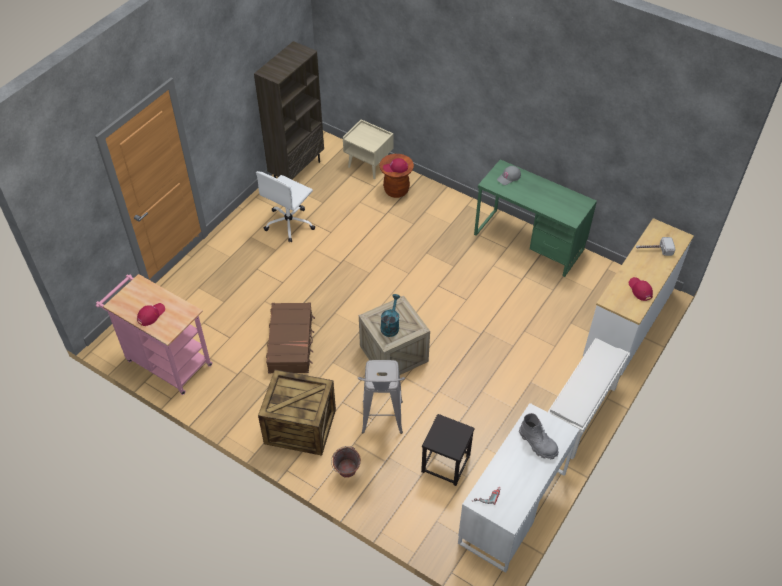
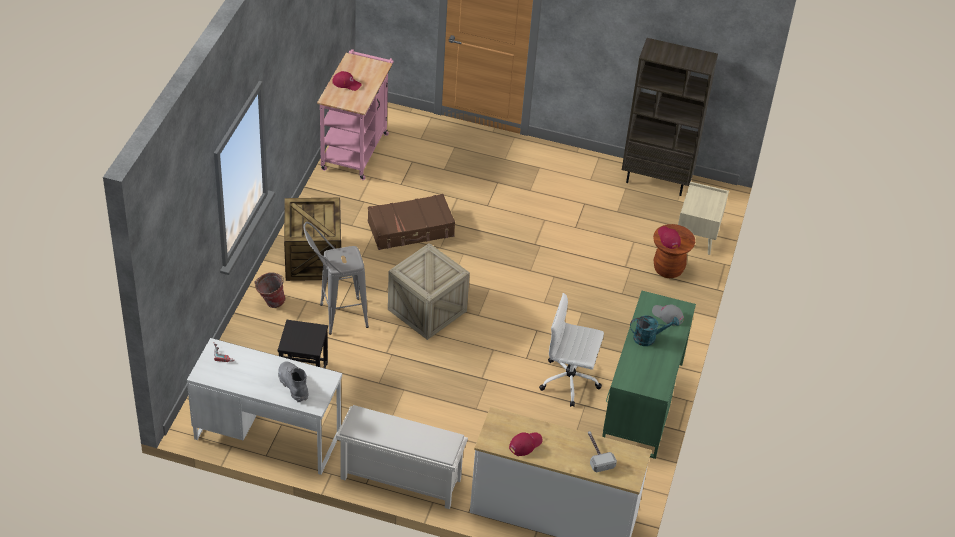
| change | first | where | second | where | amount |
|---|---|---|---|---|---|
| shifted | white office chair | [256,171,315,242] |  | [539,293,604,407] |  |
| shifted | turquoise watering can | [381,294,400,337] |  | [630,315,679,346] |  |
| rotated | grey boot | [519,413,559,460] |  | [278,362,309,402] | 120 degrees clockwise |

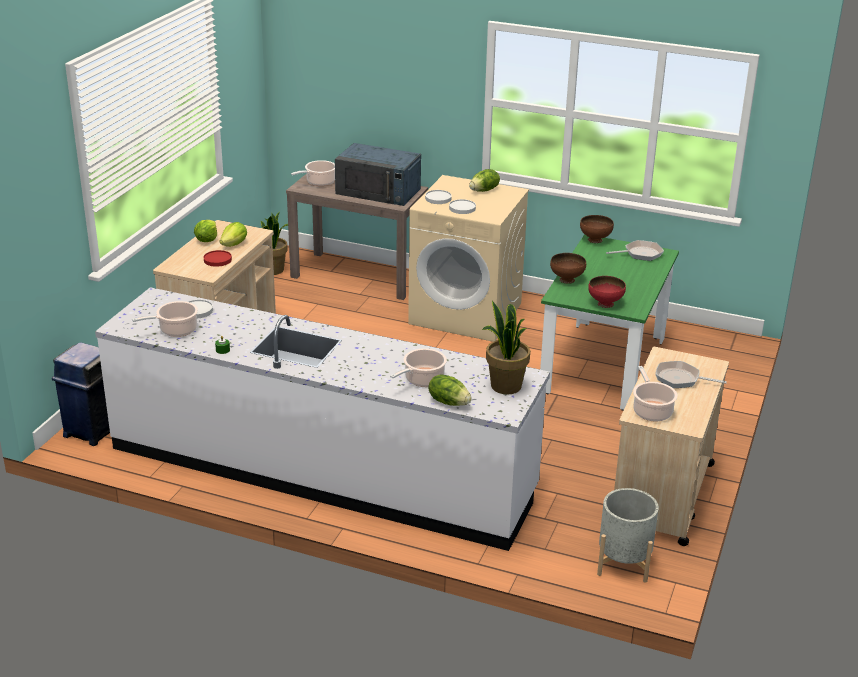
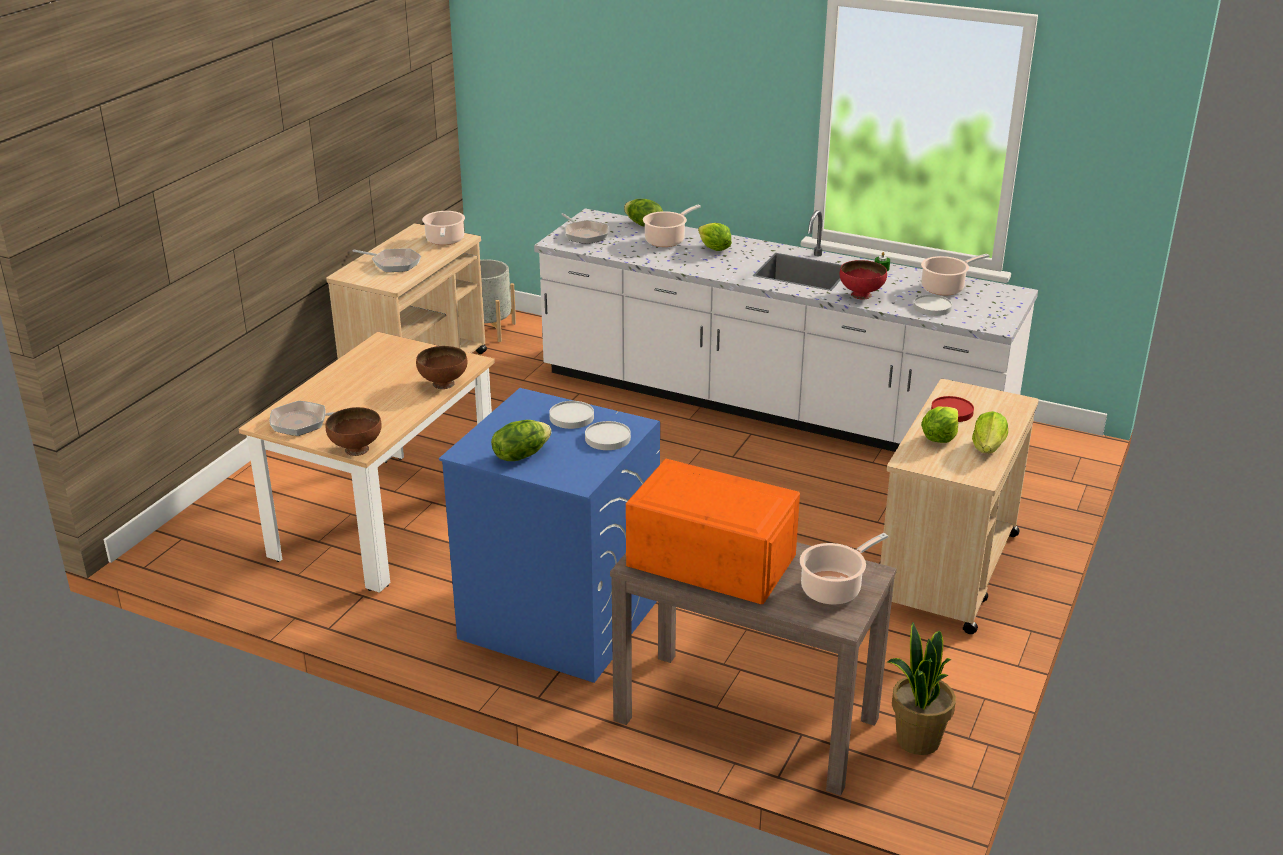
| change | first | where | second | where | amount |
|---|---|---|---|---|---|
| gone | blue trash can | [52,342,110,446] |  |  |  |
| new |  |  | lettuce | [698,223,732,251] |  |
| shifted | red bowl | [588,276,626,308] |  | [840,260,887,299] |  |
| swapped | potted plant | [482,301,530,394] | frying pan | [561,213,609,244] |  |
| repainted | blue microwave | [335,143,421,206] | orange microwave | [626,459,800,604] |  |
| repainted | beige washing machine | [408,175,529,342] | blue washing machine | [439,388,660,683] |  |
| repainted | green dining table | [540,234,679,411] | beige dining table | [239,332,495,593] |  |

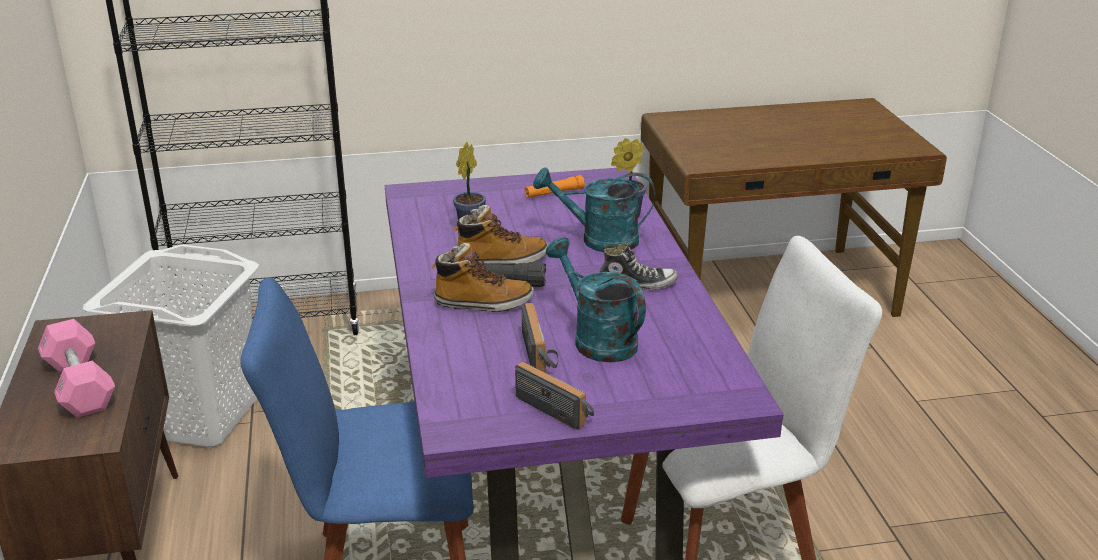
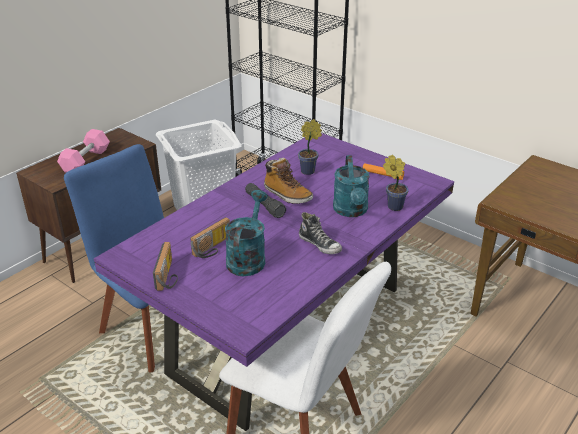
| change | first | where | second | where | amount |
|---|---|---|---|---|---|
| gone | boot | [431,243,534,312] |  |  |  |
| rotated | turquoise watering can | [533,167,655,252] |  | [333,155,370,217] | 150 degrees counterclockwise |

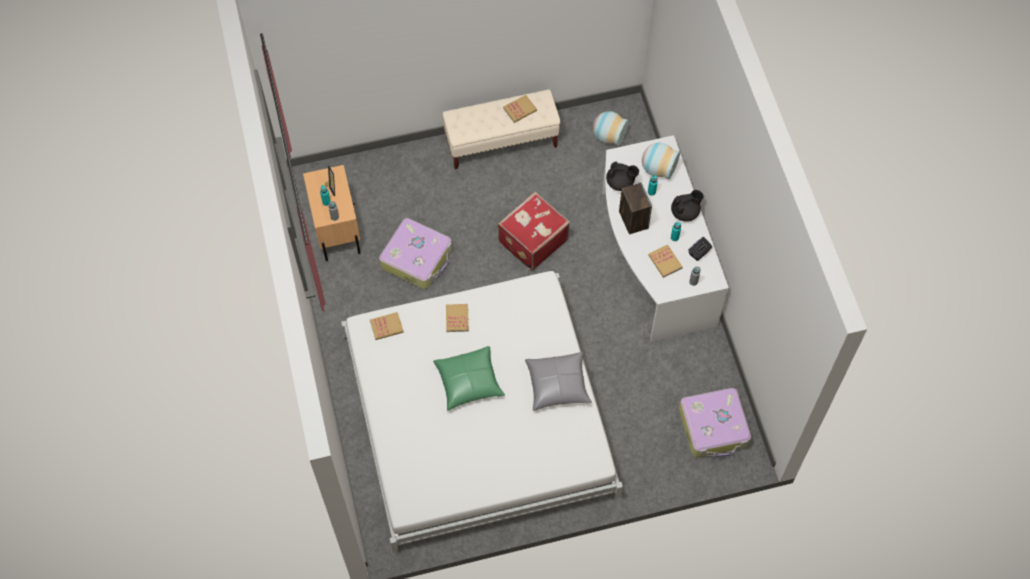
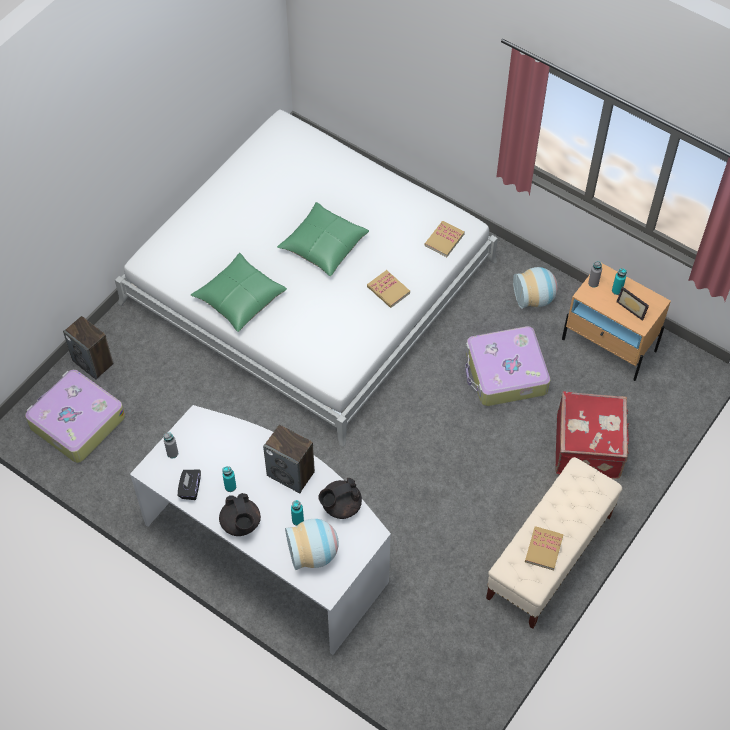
| change | first | where | second | where | amount |
|---|---|---|---|---|---|
| gone | book | [648,244,683,278] |  |  |  |
| new |  |  | speaker | [63,316,114,380] |  |
| shifted | red suitcase | [497,192,570,271] |  | [556,391,629,479] |  |
| shifted | vase | [593,111,629,146] |  | [513,267,558,309] |  |
| repainted | grey pillow | [525,352,592,411] | green pillow | [191,253,287,332] |  |
| rotated | black teapot | [671,190,704,222] |  | [219,493,261,536] | 45 degrees counterclockwise |

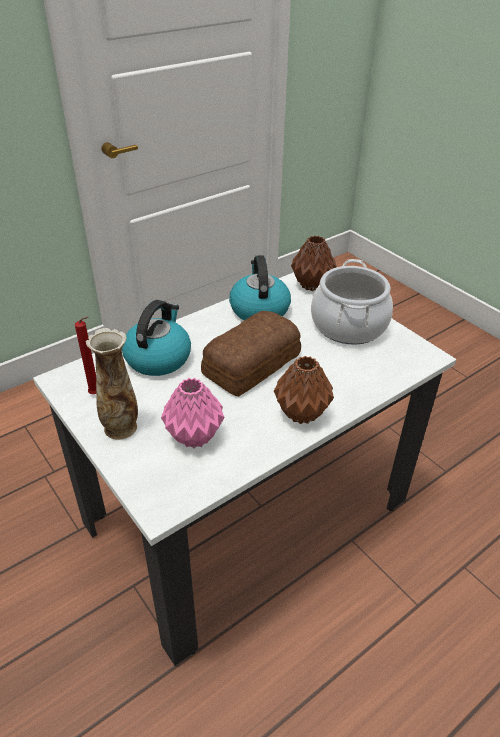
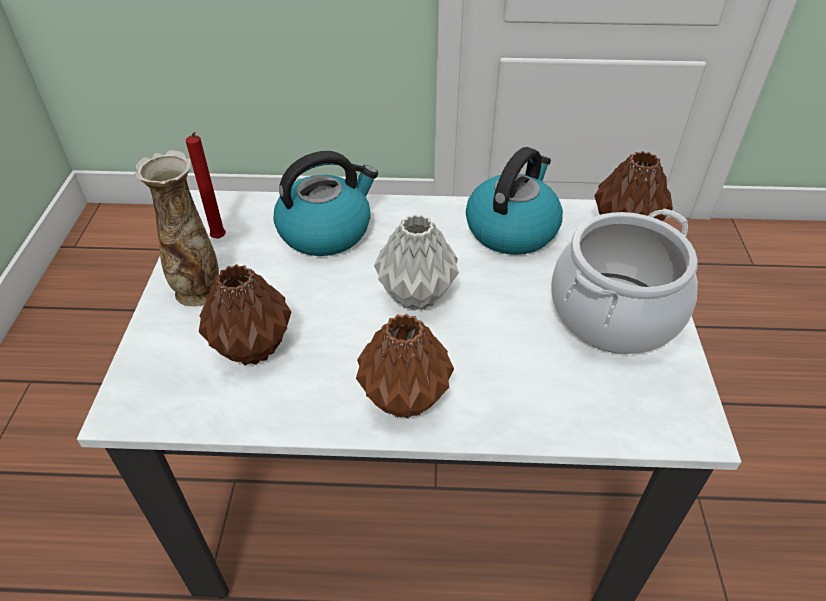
| change | first | where | second | where | amount |
|---|---|---|---|---|---|
| swapped | bread | [201,311,301,397] | grey vase | [374,214,459,311] |  |
| repainted | pink vase | [161,378,224,448] | brown vase | [199,264,291,365] |  |

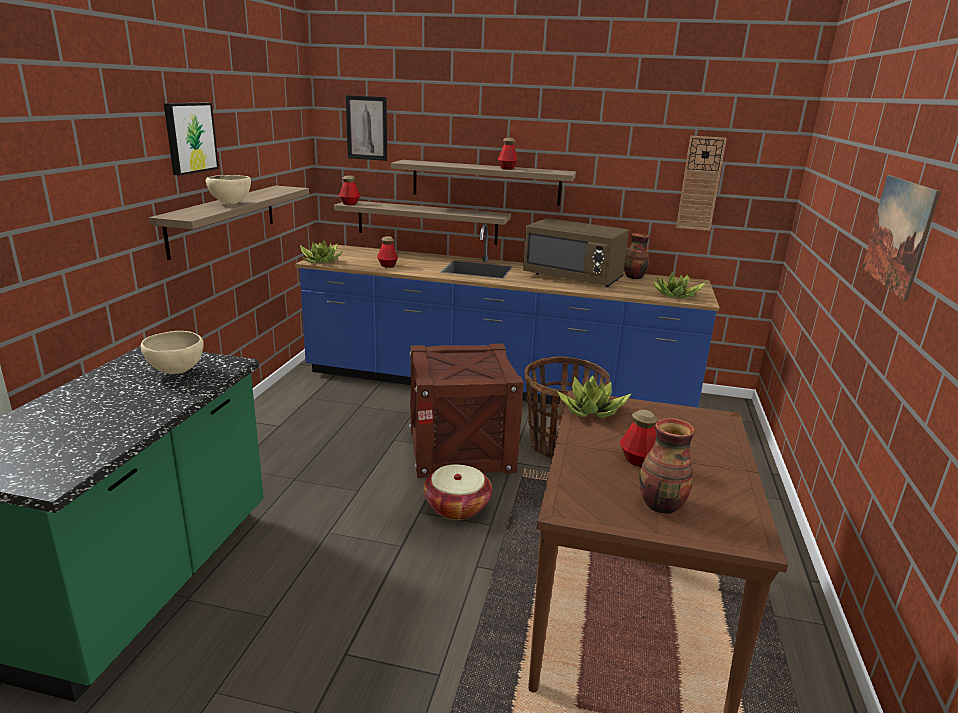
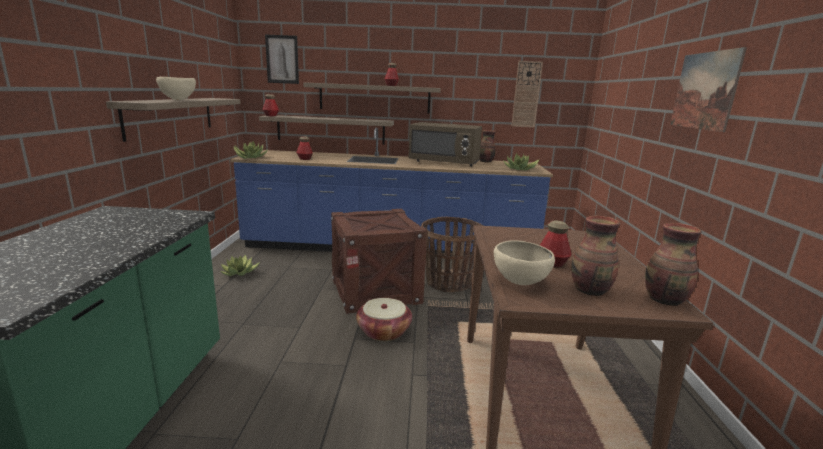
| change | first | where | second | where | amount |
|---|---|---|---|---|---|
| gone | picture | [164,103,219,176] |  |  |  |
| new |  |  | vase | [645,223,702,306] |  |
| shifted | beige bowl | [141,331,204,374] |  | [494,241,555,285] |  |
| shifted | potted plant | [557,375,632,418] |  | [220,255,260,276] |  |

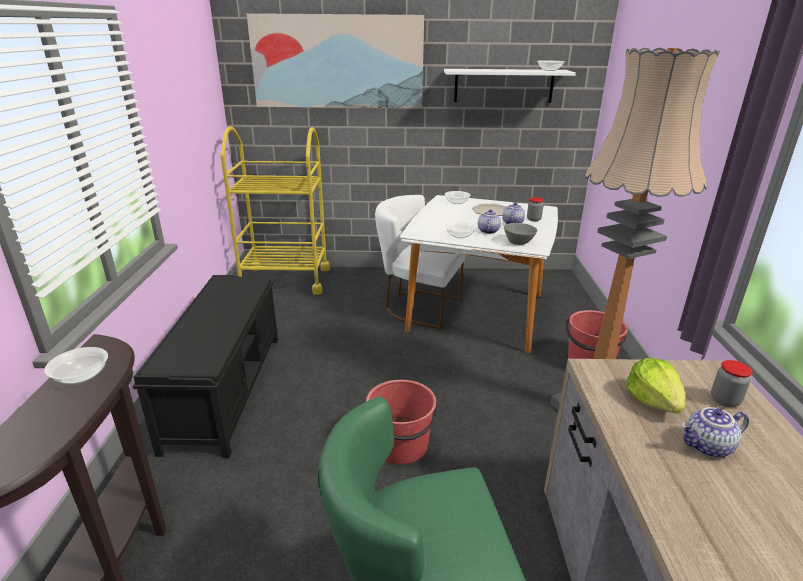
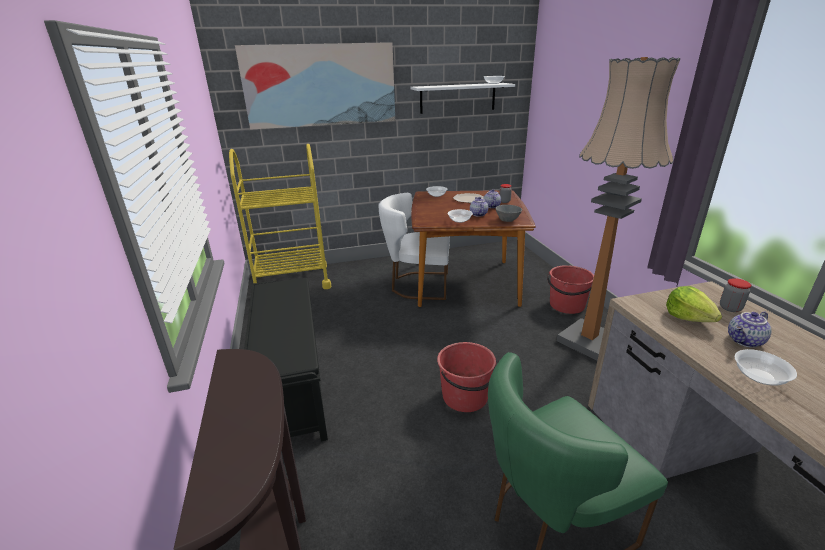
| change | first | where | second | where | amount |
|---|---|---|---|---|---|
| shifted | bowl | [44,347,108,384] |  | [734,349,797,386] |  |
| repainted | white dining table | [399,195,558,353] | brown dining table | [411,190,536,307] |  |

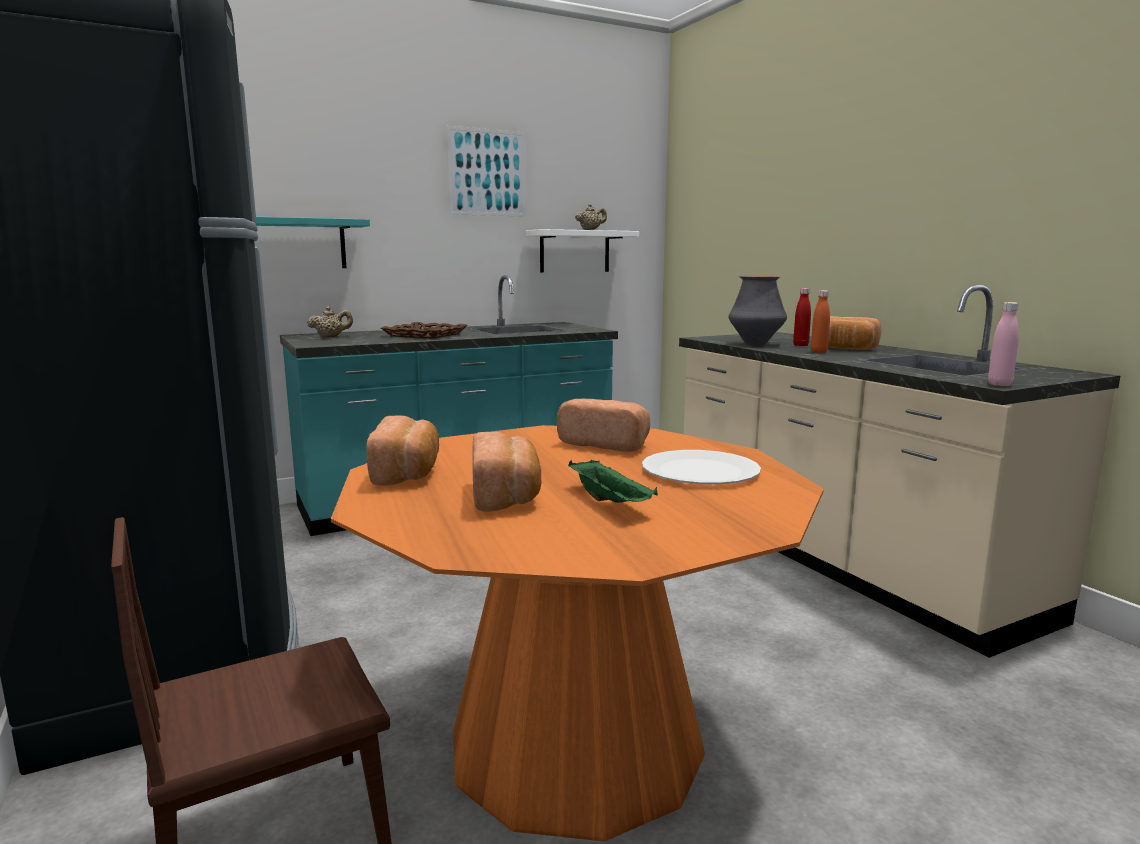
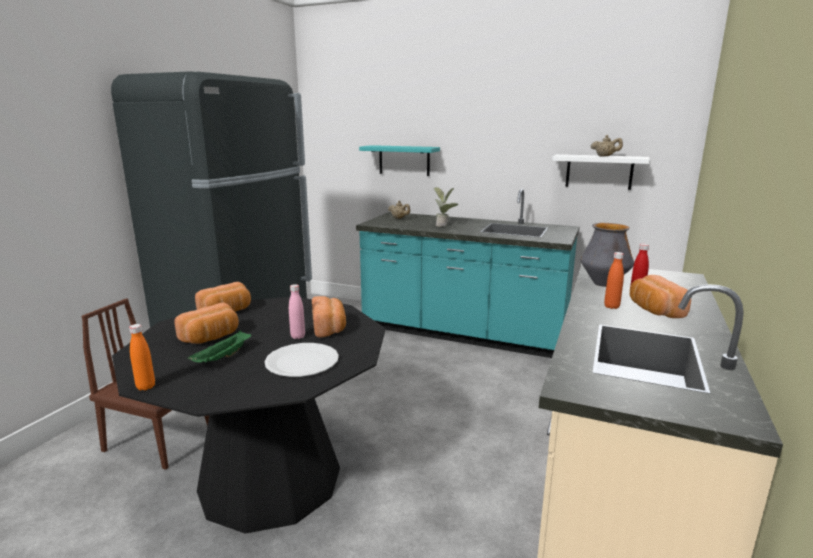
| change | first | where | second | where | amount |
|---|---|---|---|---|---|
| gone | picture | [446,126,526,217] |  |  |  |
| new |  |  | orange bottle | [129,324,155,391] |  |
| shifted | pink bottle | [988,302,1019,386] |  | [289,284,305,339] |  |
| swapped | brown tray | [381,322,468,339] | potted plant | [433,187,458,227] |  |
| repainted | orange dining table | [331,425,824,842] | black dining table | [112,297,385,534] |  |

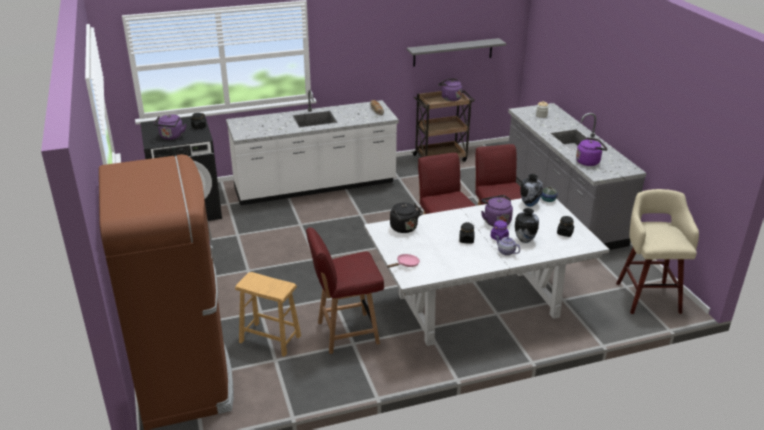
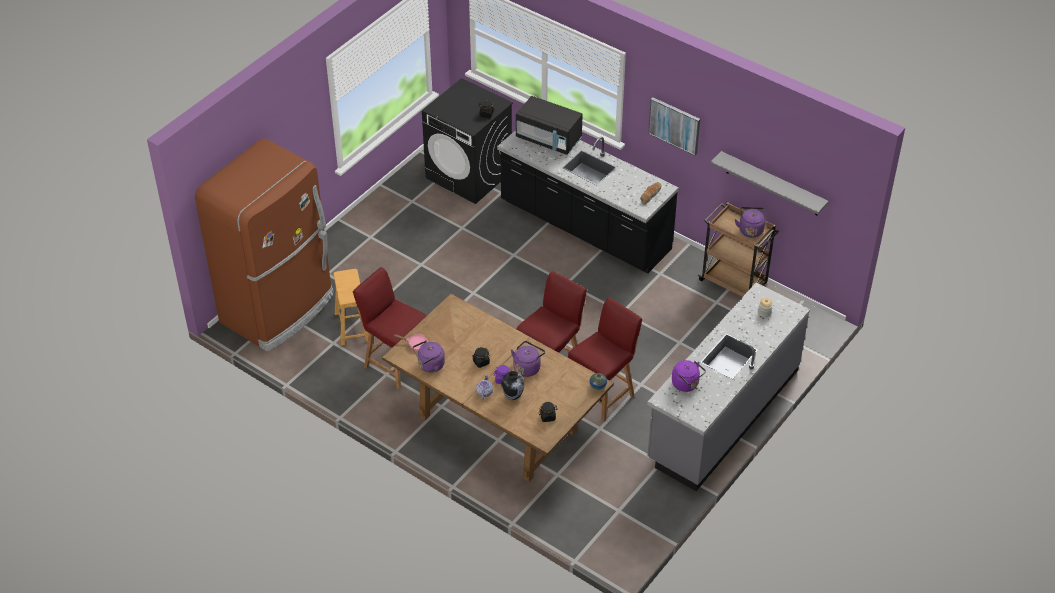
| change | first | where | second | where | amount |
|---|---|---|---|---|---|
| gone | black kettle | [390,203,423,233] |  |  |  |
| gone | vase | [520,174,543,207] |  |  |  |
| gone | beige stool | [616,189,699,314] |  |  |  |
| new |  |  | black microwave | [516,96,583,155] |  |
| new |  |  | picture | [648,97,700,156] |  |
| shifted | purple kettle | [154,114,186,140] |  | [413,340,445,373] |  |
| repainted | white counter | [226,90,399,205] | black counter | [497,130,679,273] |  |
| repainted | white dining table | [364,198,610,346] | brown dining table | [382,294,614,482] |  |

